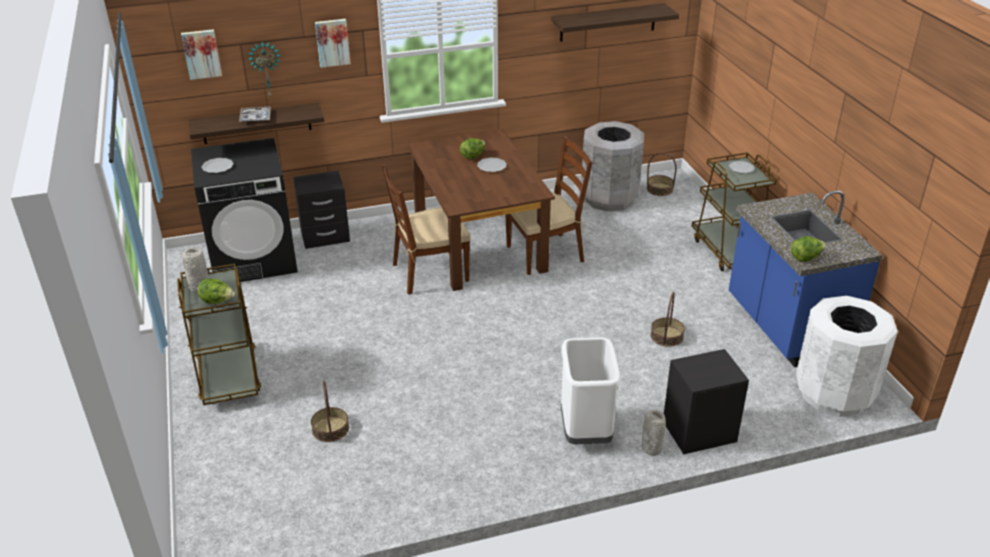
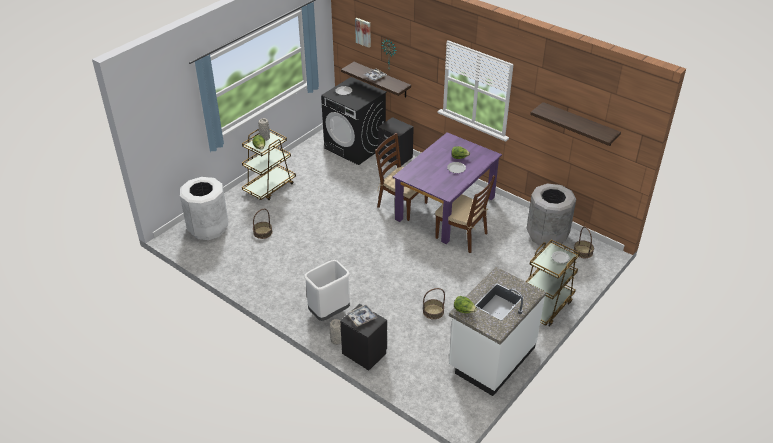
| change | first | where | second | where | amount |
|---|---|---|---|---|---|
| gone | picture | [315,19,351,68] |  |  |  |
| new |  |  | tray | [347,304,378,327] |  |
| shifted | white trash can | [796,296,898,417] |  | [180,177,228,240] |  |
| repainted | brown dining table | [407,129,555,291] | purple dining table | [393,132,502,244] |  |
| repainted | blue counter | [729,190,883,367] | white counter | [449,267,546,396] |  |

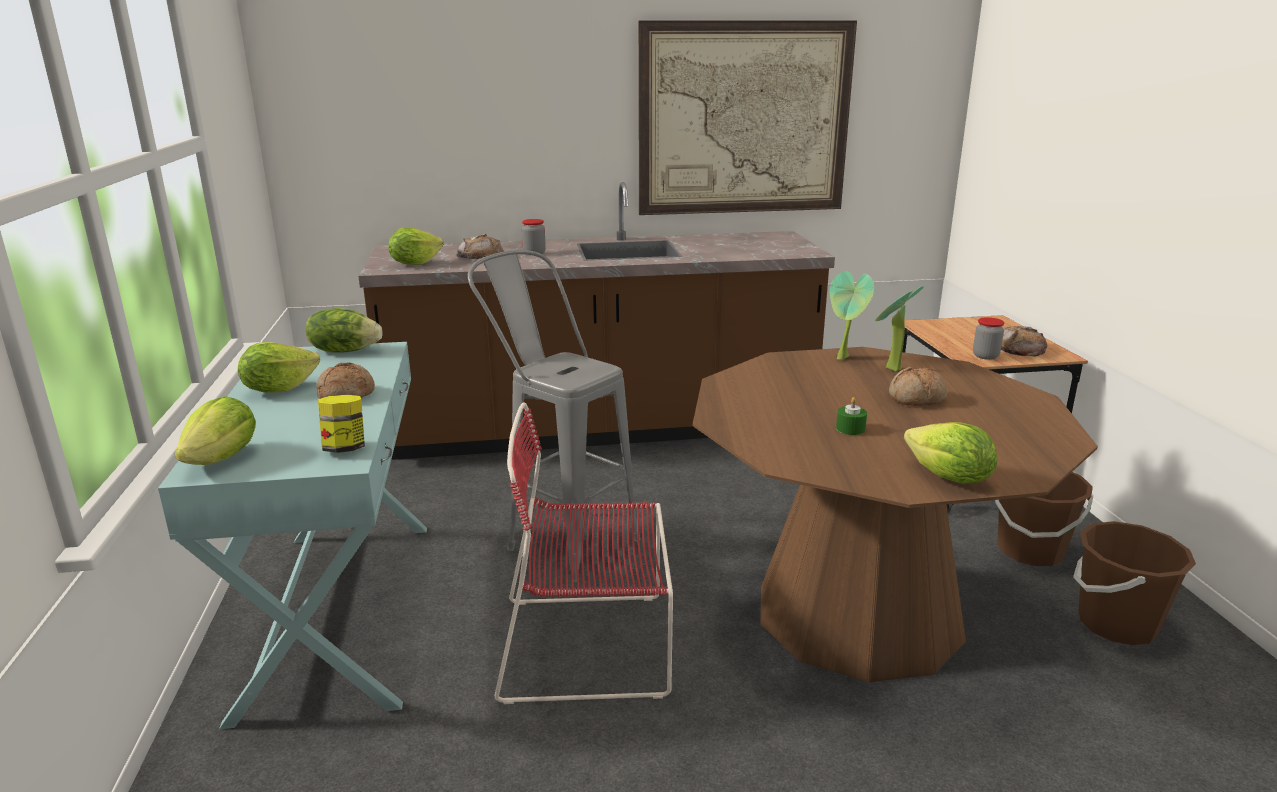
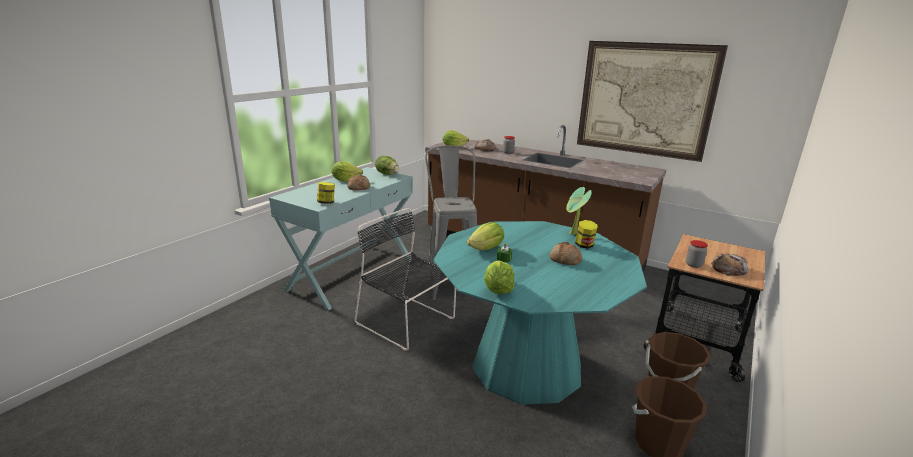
| change | first | where | second | where | amount |
|---|---|---|---|---|---|
| shifted | lettuce | [174,396,256,465] |  | [467,222,504,250] |  |
| swapped | potted plant | [875,286,924,371] | jar | [575,220,598,249] |  |
| repainted | red chair | [495,402,673,704] | black chair | [355,208,456,351] |  |
| repainted | brown dining table | [693,347,1098,682] | turquoise dining table | [433,221,647,405] |  |

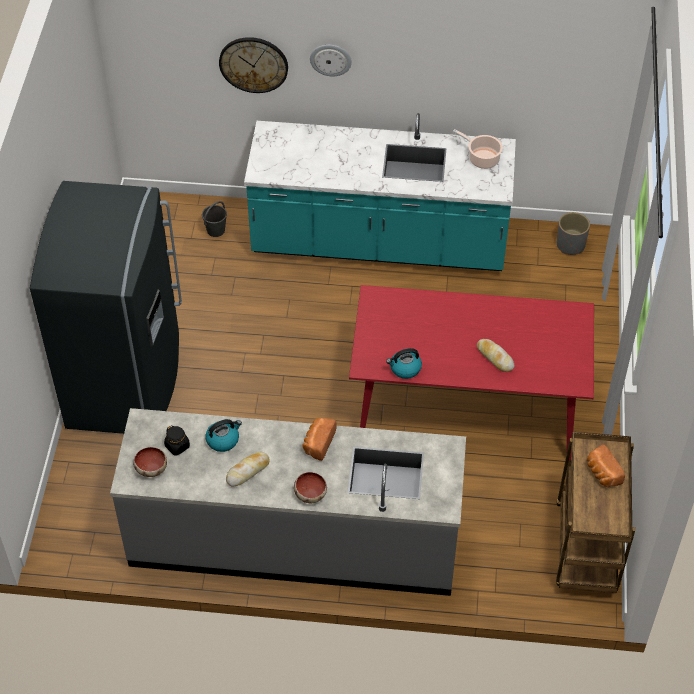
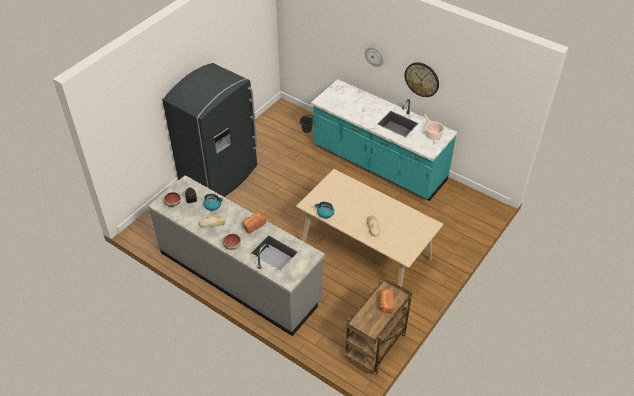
| change | first | where | second | where | amount |
|---|---|---|---|---|---|
| gone | grey planter | [557,212,590,255] |  |  |  |
| shifted | wall clock | [219,37,288,93] |  | [405,62,439,97] |  |
| repainted | red dining table | [349,285,594,460] | beige dining table | [296,169,444,287] |  |

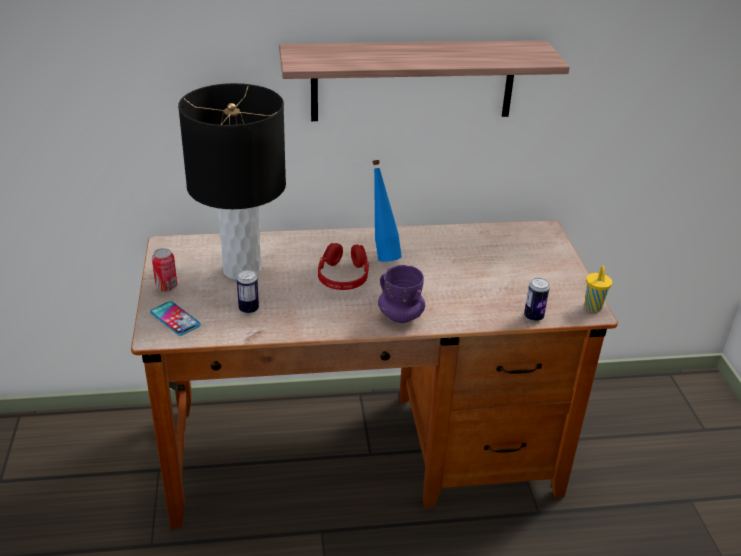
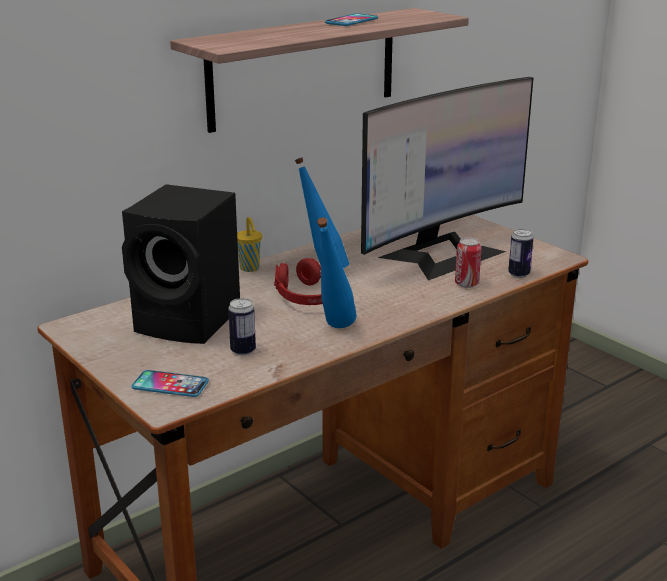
| change | first | where | second | where | amount |
|---|---|---|---|---|---|
| gone | purple mug | [378,265,425,323] |  |  |  |
| new |  |  | blue bottle | [317,218,357,328] |  |
| new |  |  | phone | [325,13,378,26] |  |
| new |  |  | monitor | [361,77,533,281] |  |
| shifted | can | [152,248,177,292] |  | [455,238,482,288] |  |
| shifted | yellow cup | [584,266,612,312] |  | [237,217,262,272] |  |
| swapped | black table lamp | [178,83,286,280] | black speaker | [122,184,240,344] |  |

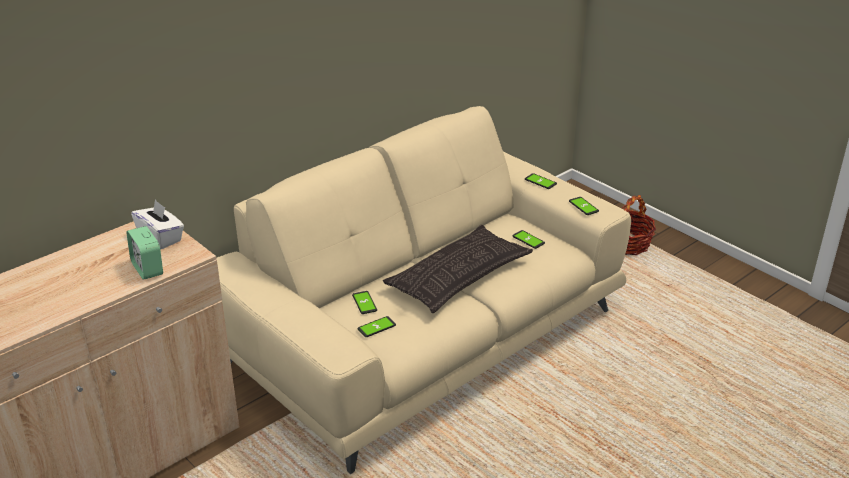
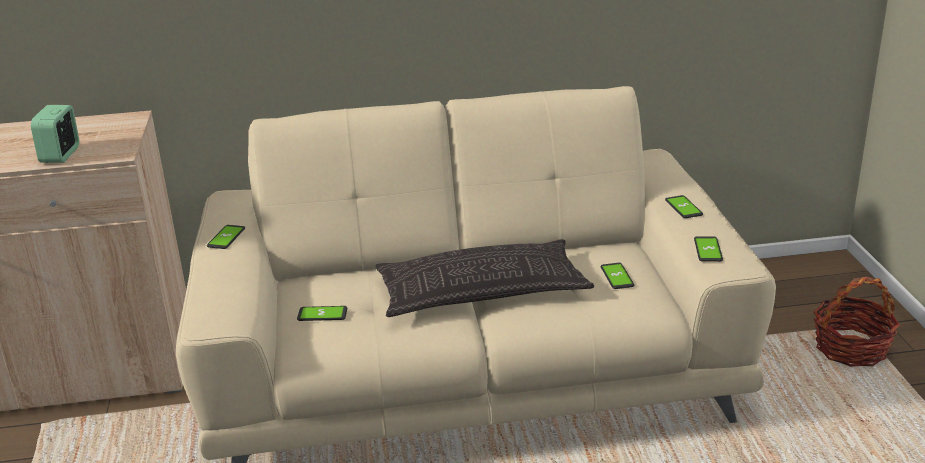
| change | first | where | second | where | amount |
|---|---|---|---|---|---|
| gone | white tissue box | [131,200,184,249] |  |  |  |
| shifted | phone | [352,291,377,314] |  | [207,225,245,249] |  |

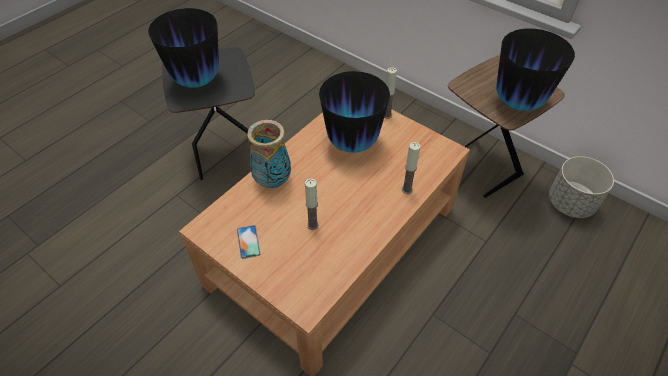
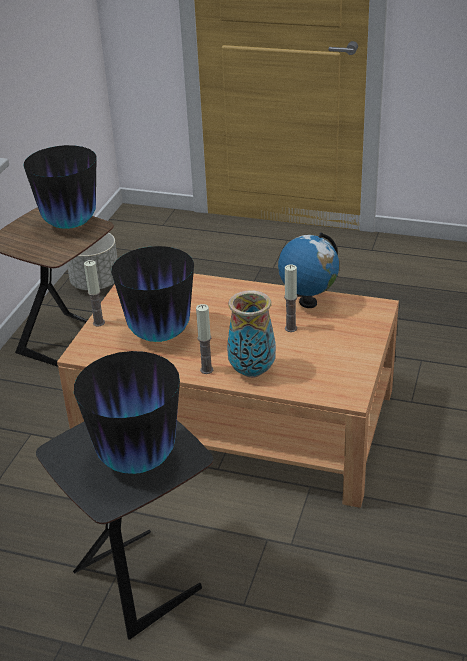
| change | first | where | second | where | amount |
|---|---|---|---|---|---|
| gone | phone | [237,225,261,259] |  |  |  |
| new |  |  | globe | [278,232,339,308] |  |
| shifted | candle | [402,142,420,194] |  | [196,304,213,374] |  |

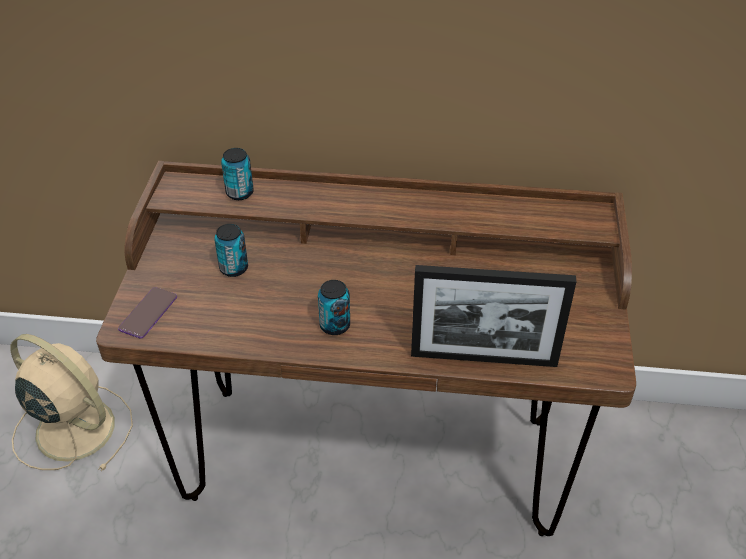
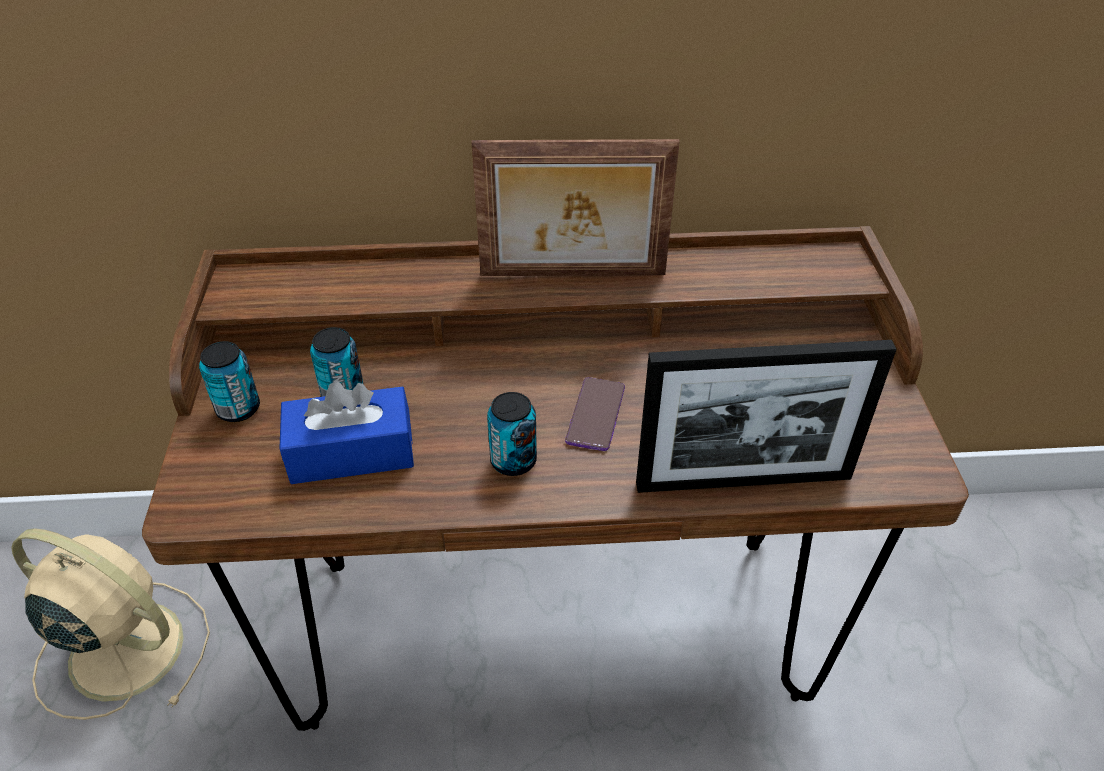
| change | first | where | second | where | amount |
|---|---|---|---|---|---|
| new |  |  | blue tissue box | [279,381,414,484] |  |
| new |  |  | picture frame | [472,139,680,276] |  |
| shifted | phone | [118,287,177,339] |  | [565,377,625,451] |  |
| shifted | can | [221,148,254,200] |  | [199,341,260,422] |  |

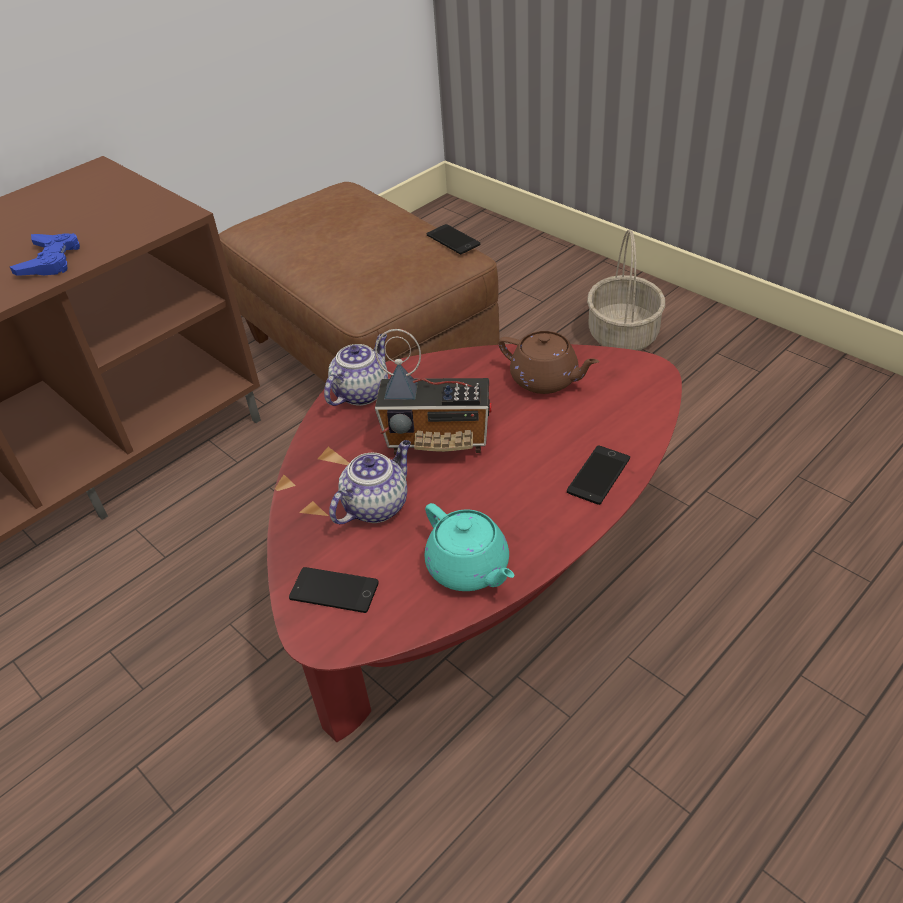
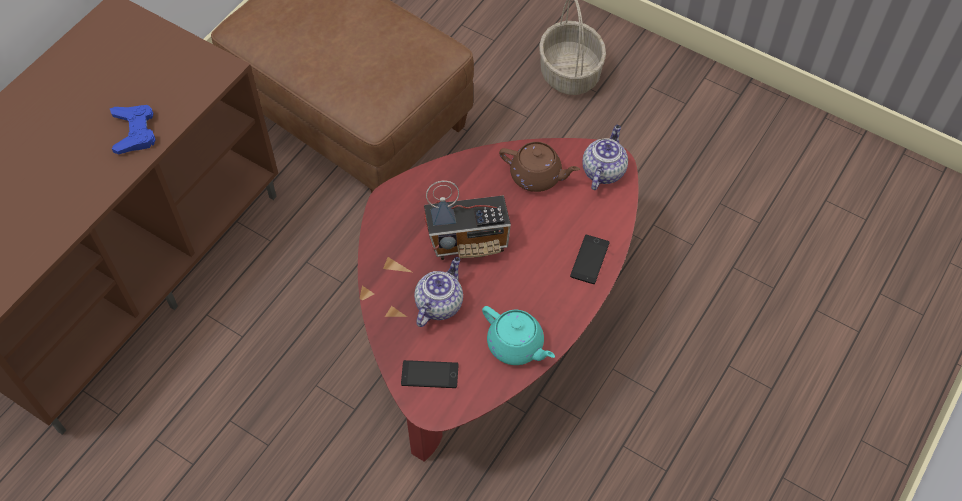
| change | first | where | second | where | amount |
|---|---|---|---|---|---|
| gone | phone | [427,224,480,254] |  |  |  |
| shifted | teapot | [324,334,388,406] |  | [582,125,628,190] |  |

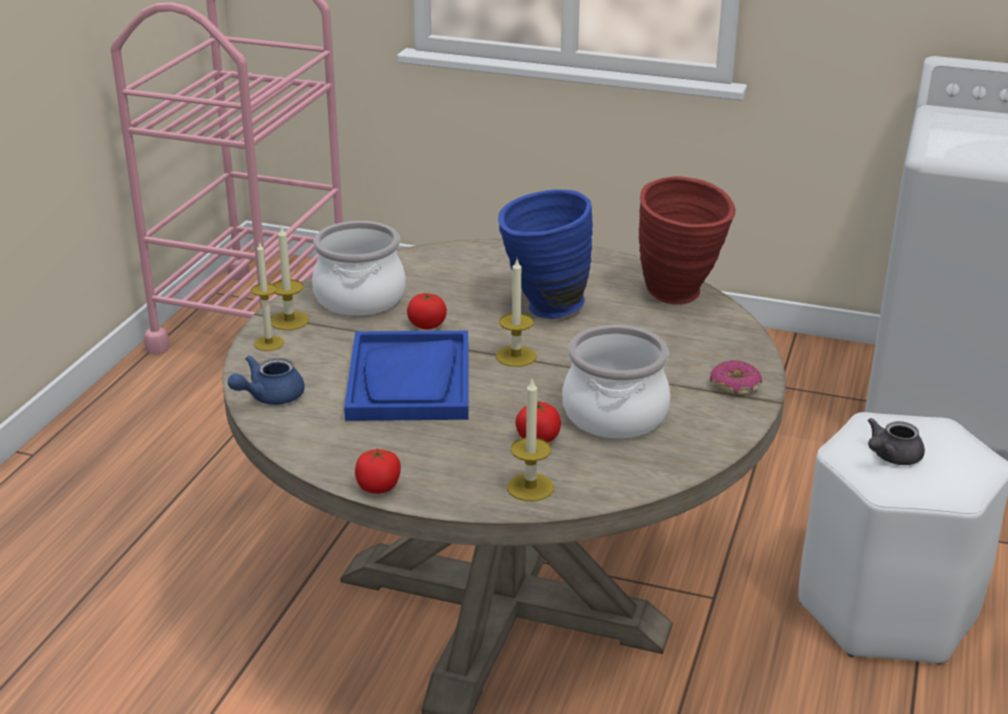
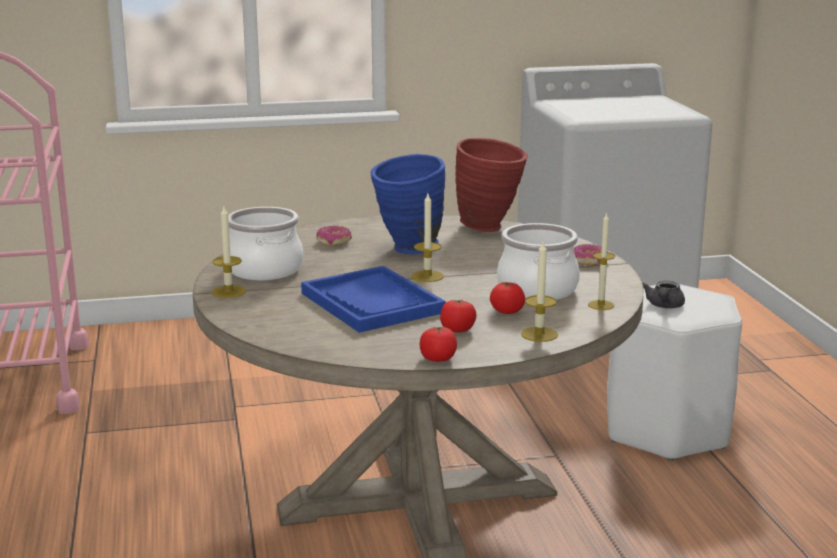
| change | first | where | second | where | amount |
|---|---|---|---|---|---|
| gone | blue teapot | [228,355,305,405] |  |  |  |
| new |  |  | donut | [316,226,352,246] |  |
| shifted | candle | [251,241,284,351] |  | [588,212,615,310] |  |
| shifted | tomato | [407,293,447,330] |  | [440,300,477,333] |  |

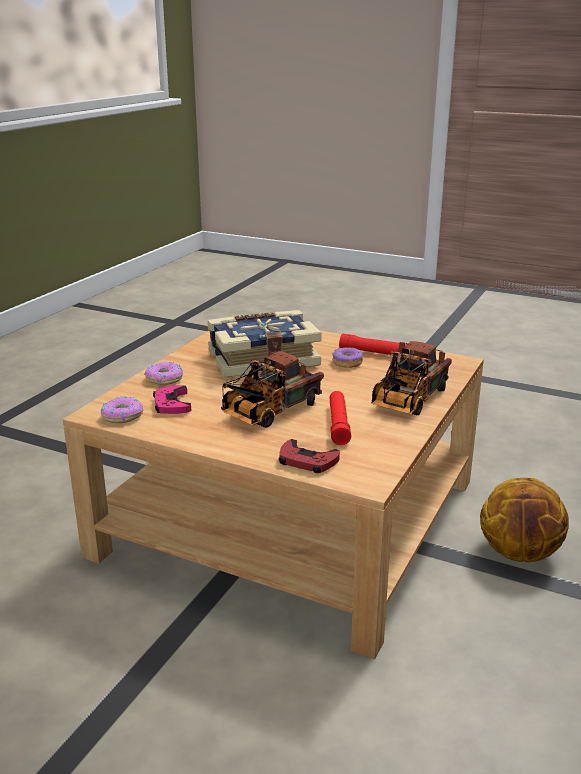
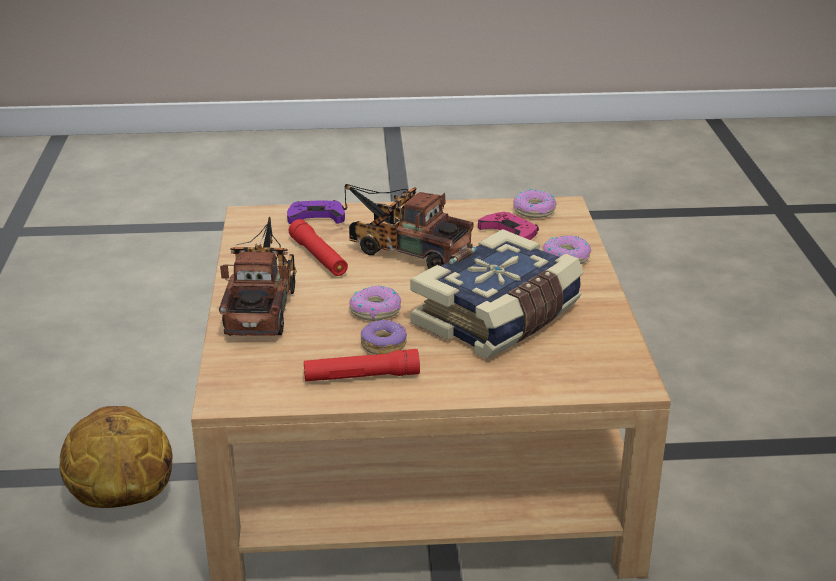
| change | first | where | second | where | amount |
|---|---|---|---|---|---|
| new |  |  | donut | [349,285,401,321] |  |
| repainted | red game controller | [279,439,340,473] | purple game controller | [287,200,345,224] |  |
| rotated | toy truck | [221,351,324,428] |  | [342,184,474,269] | 75 degrees counterclockwise |

